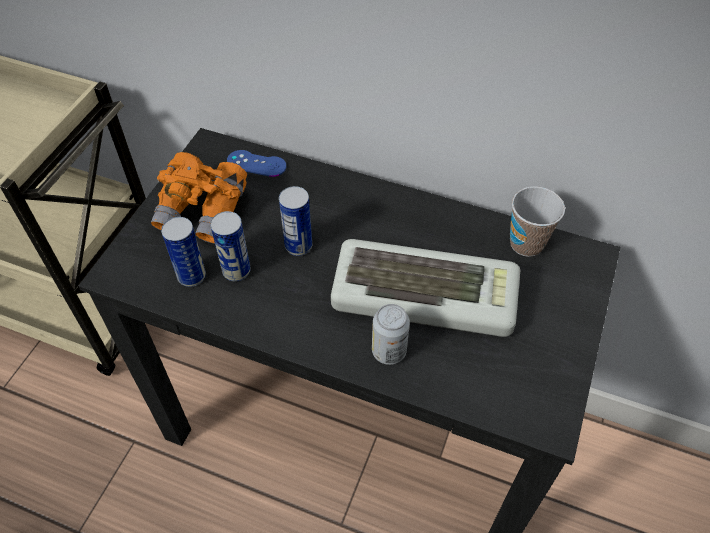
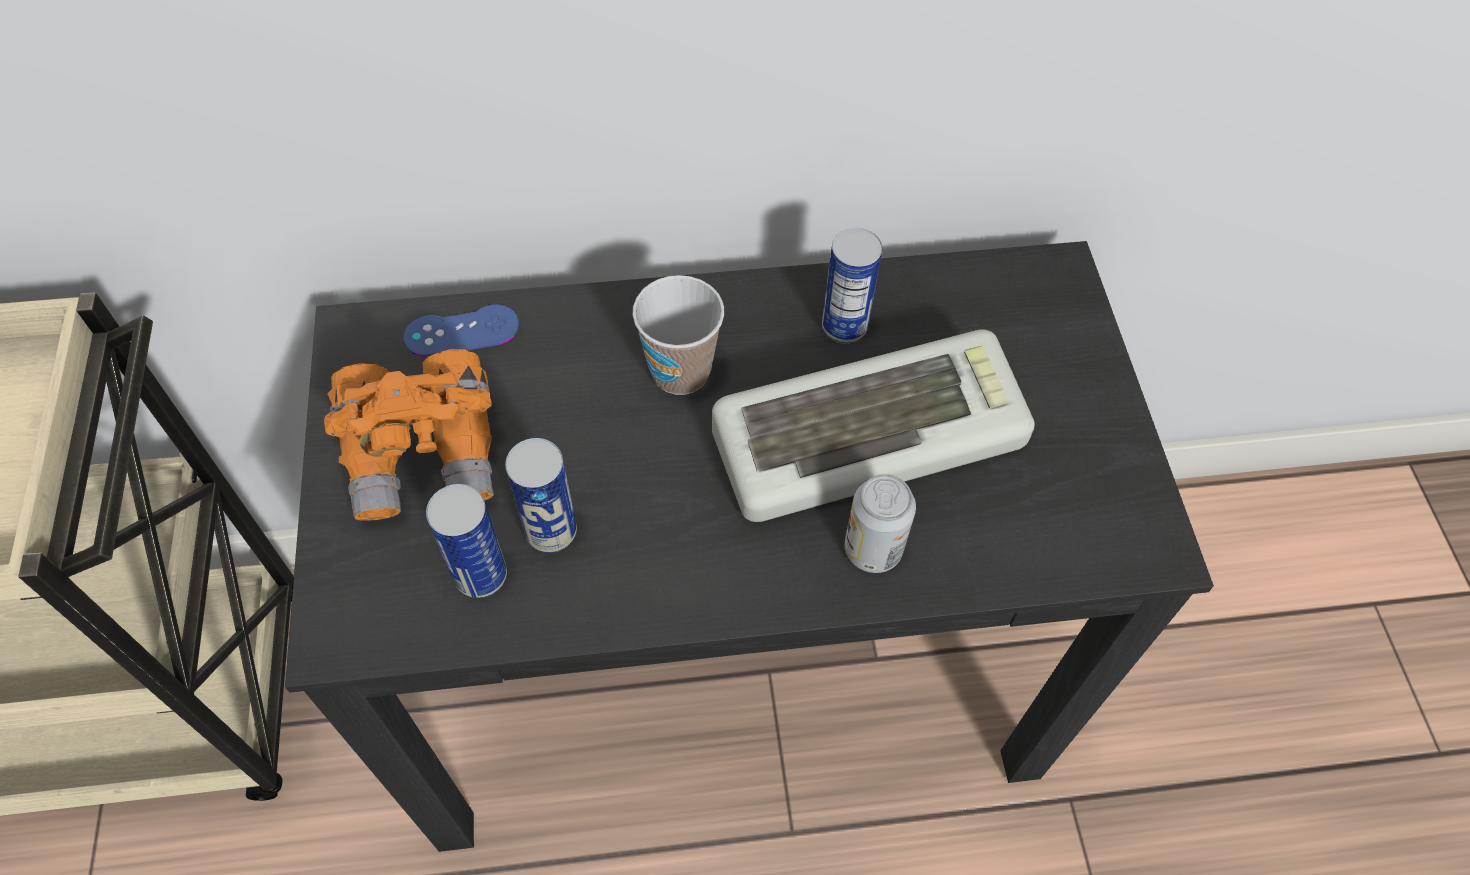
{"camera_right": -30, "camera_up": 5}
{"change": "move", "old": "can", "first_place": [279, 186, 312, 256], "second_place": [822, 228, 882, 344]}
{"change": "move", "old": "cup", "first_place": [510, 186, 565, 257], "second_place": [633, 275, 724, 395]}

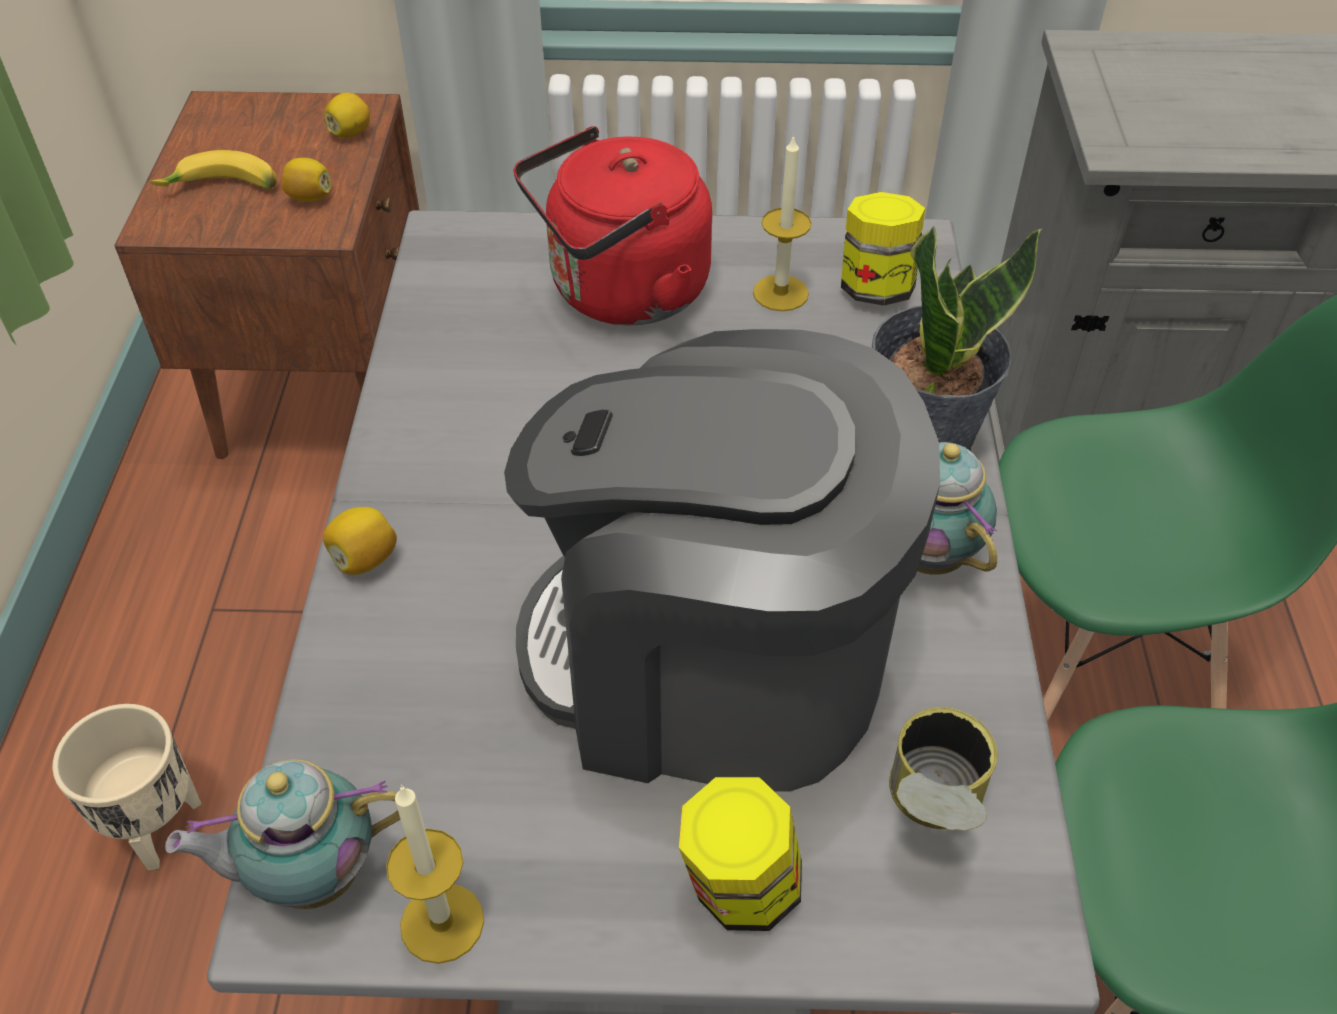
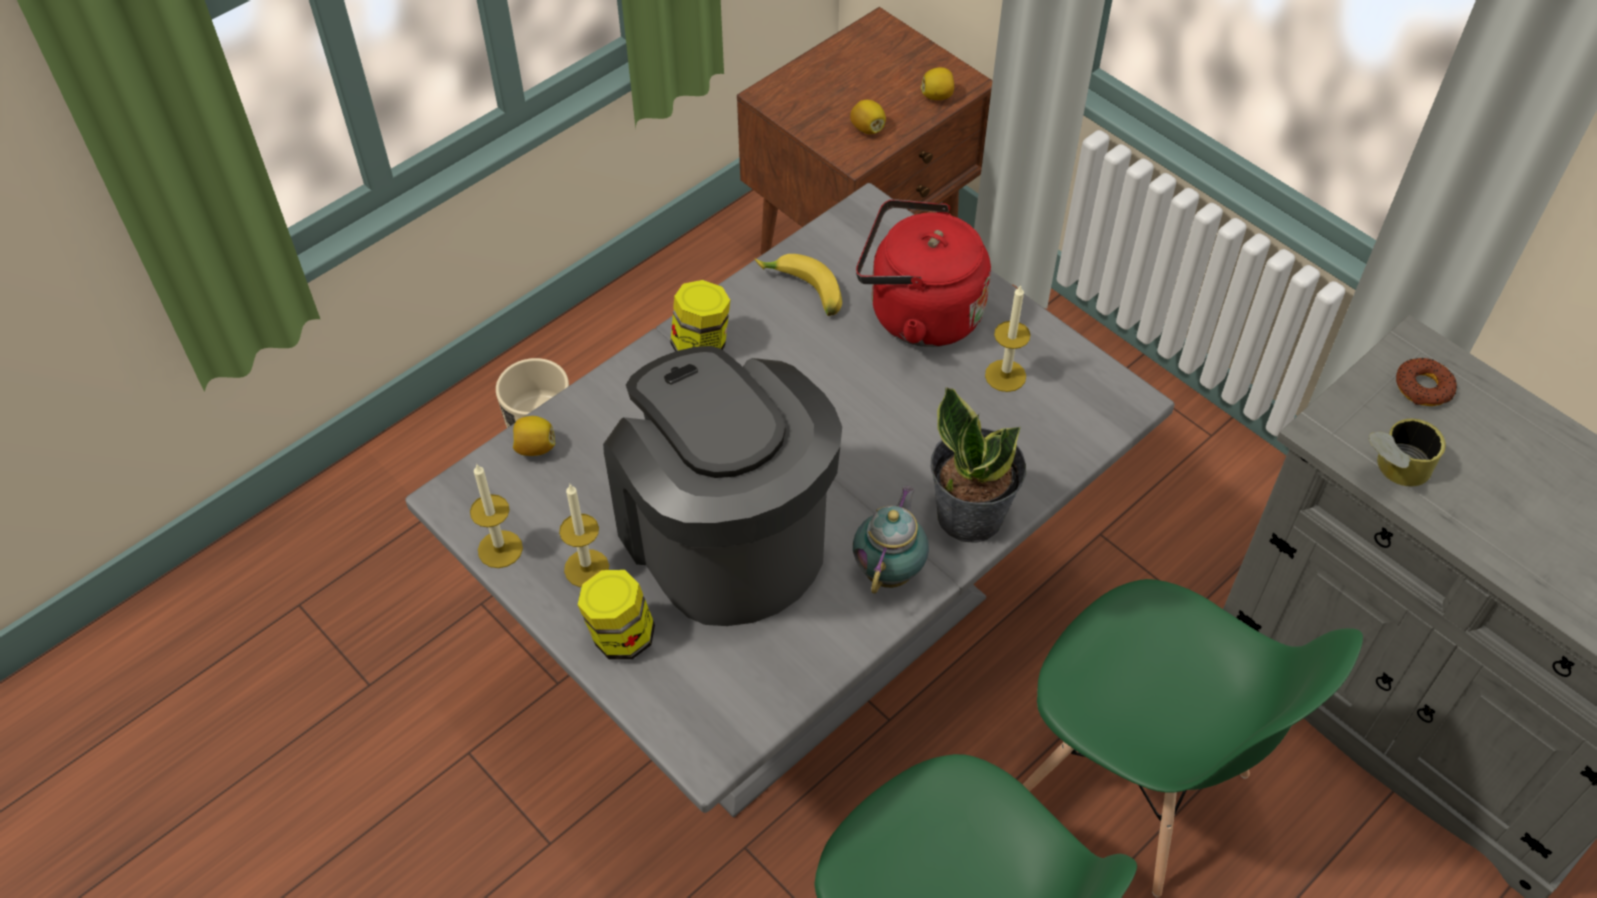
{"camera_right": 45, "camera_up": 5}
{"change": "move", "old": "banana", "first_place": [150, 150, 277, 189], "second_place": [755, 254, 842, 316]}
{"change": "move", "old": "jar", "first_place": [841, 192, 925, 306], "second_place": [670, 280, 730, 351]}
{"change": "move", "old": "lemon", "first_place": [323, 507, 397, 575], "second_place": [513, 416, 555, 456]}
{"change": "move", "old": "can", "first_place": [889, 707, 997, 830], "second_place": [1369, 419, 1446, 487]}
{"change": "delete", "old": "teapot", "first_place": [165, 759, 400, 909]}
{"change": "insert", "new": "donut", "second_place": [1396, 358, 1457, 406]}
{"change": "insert", "new": "candle", "second_place": [559, 483, 609, 587]}

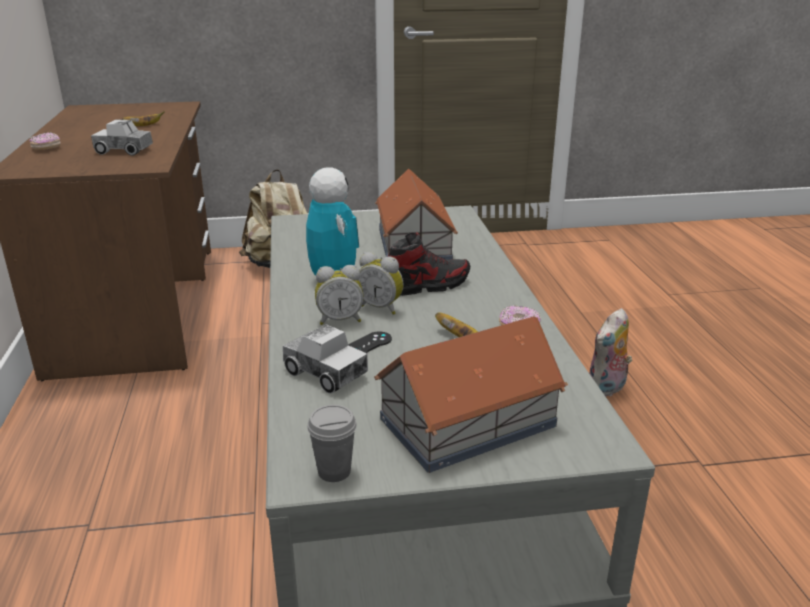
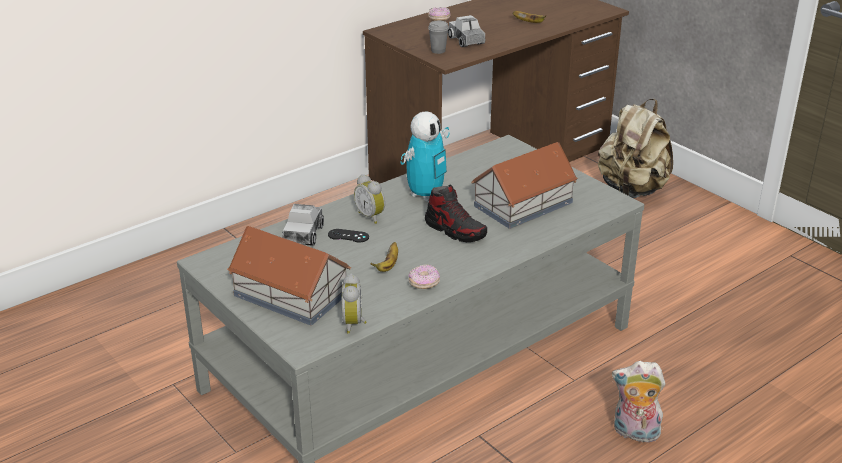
{"camera_right": 60, "camera_up": 5}
{"change": "move", "old": "alarm clock", "first_place": [359, 252, 404, 315], "second_place": [342, 274, 367, 334]}
{"change": "move", "old": "grey cup", "first_place": [307, 405, 357, 482], "second_place": [428, 21, 449, 54]}

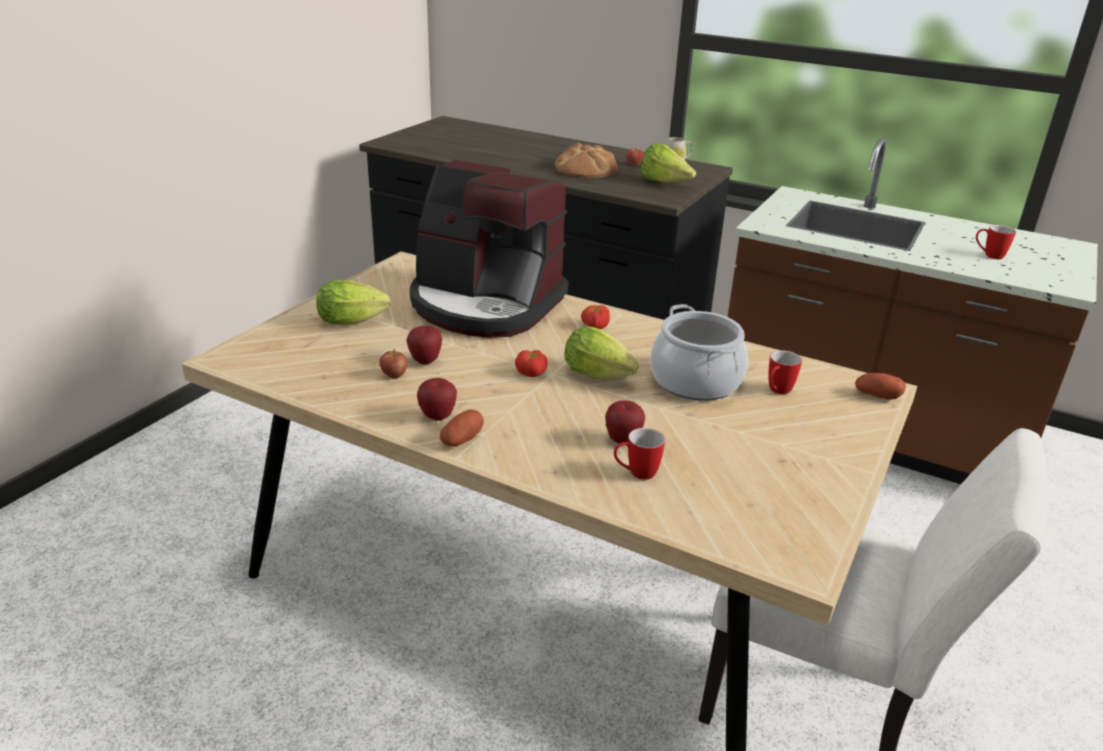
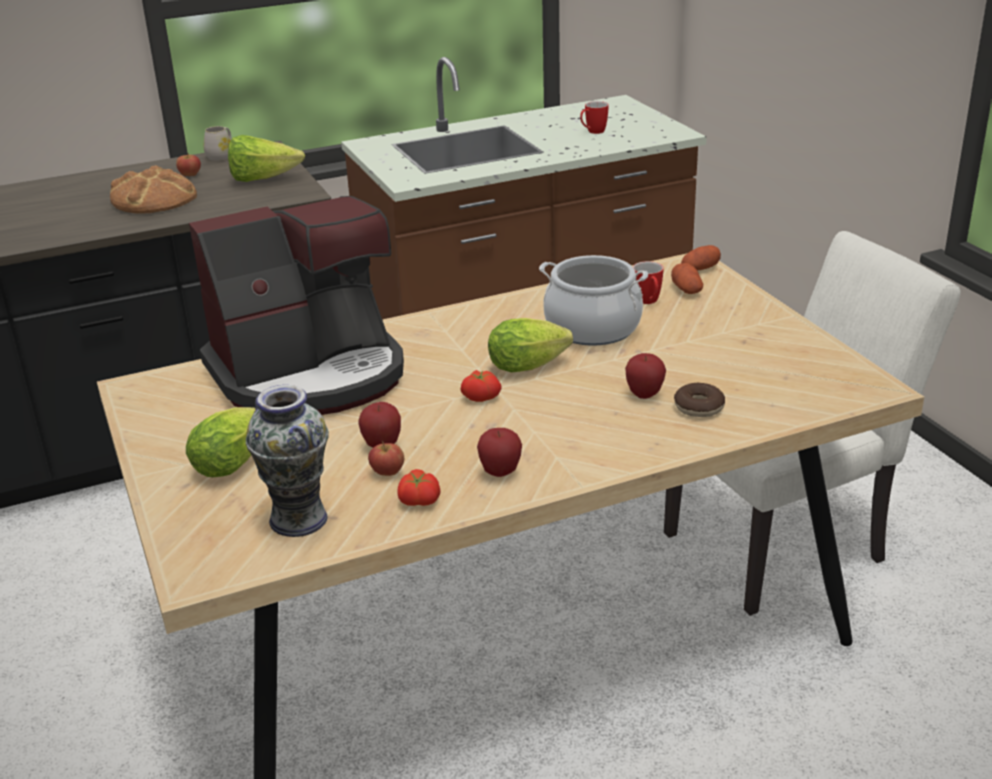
{"camera_right": -50, "camera_up": 0}
{"change": "move", "old": "tomato", "first_place": [581, 305, 610, 329], "second_place": [397, 469, 441, 506]}
{"change": "move", "old": "potato", "first_place": [440, 409, 484, 446], "second_place": [671, 263, 703, 294]}
{"change": "replace", "old": "mug", "new": "donut", "first_place": [614, 428, 665, 480], "second_place": [674, 383, 725, 417]}
{"change": "insert", "new": "vase", "second_place": [246, 385, 329, 537]}

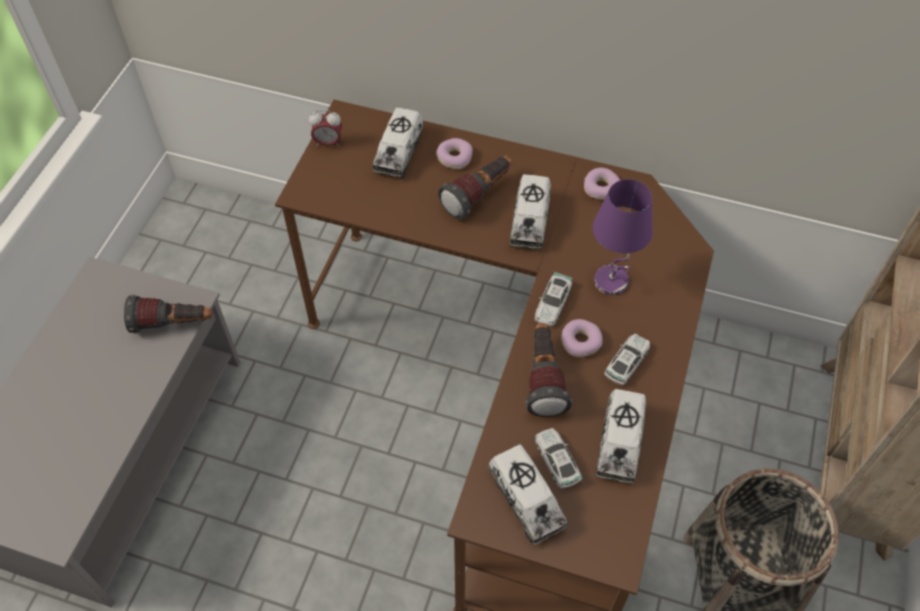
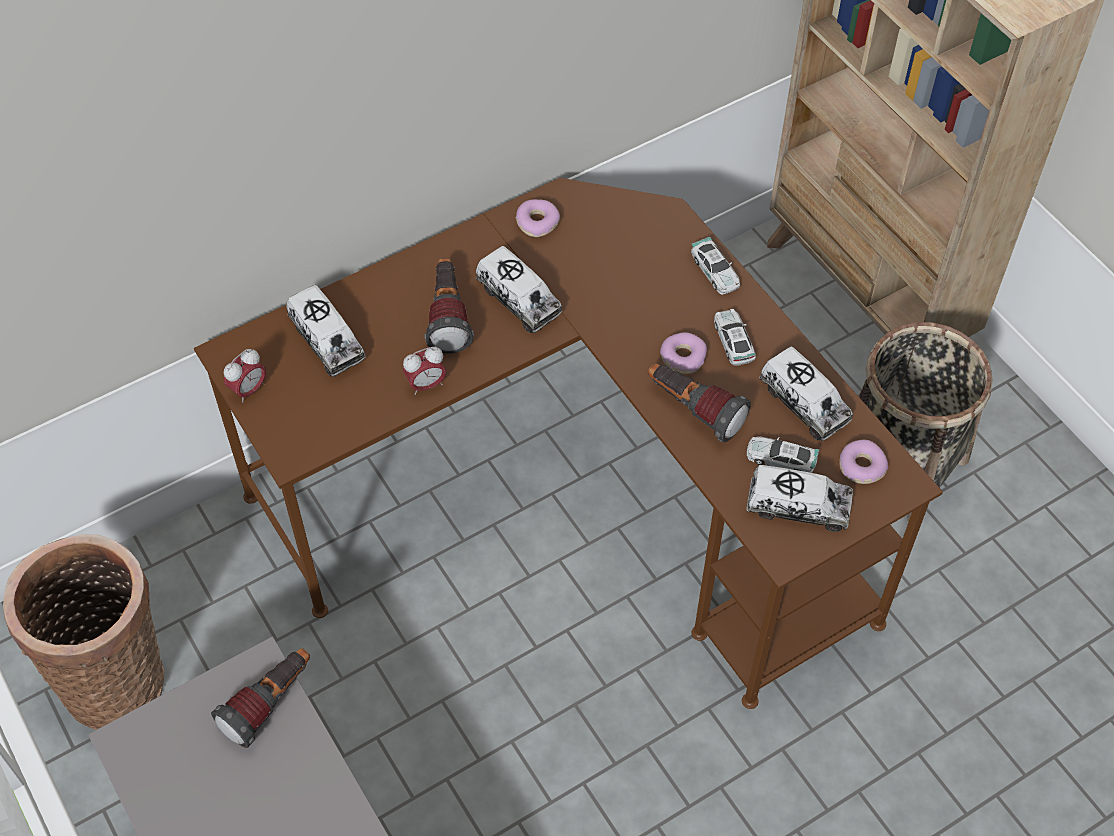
{"camera_right": -50, "camera_up": 0}
{"change": "move", "old": "donut", "first_place": [436, 138, 473, 169], "second_place": [839, 440, 888, 484]}
{"change": "delete", "old": "purple table lamp", "first_place": [593, 179, 653, 295]}
{"change": "move", "old": "toy car", "first_place": [535, 272, 572, 327], "second_place": [691, 237, 740, 295]}
{"change": "insert", "new": "alarm clock", "second_place": [403, 347, 446, 395]}
{"change": "insert", "new": "basket", "second_place": [3, 534, 164, 730]}

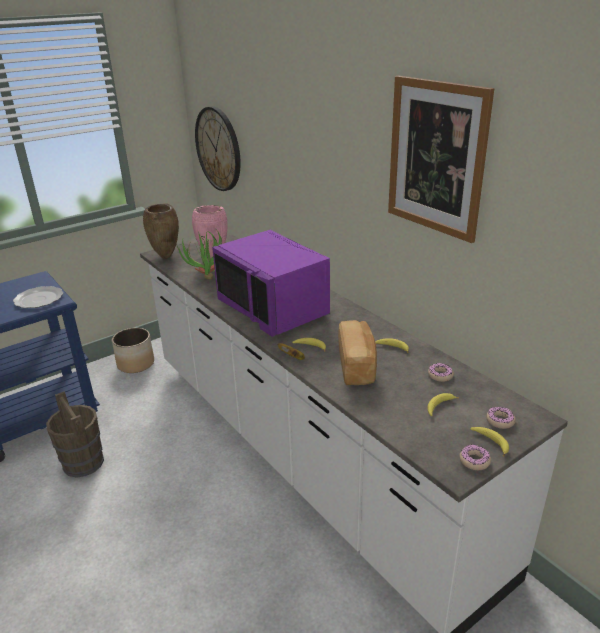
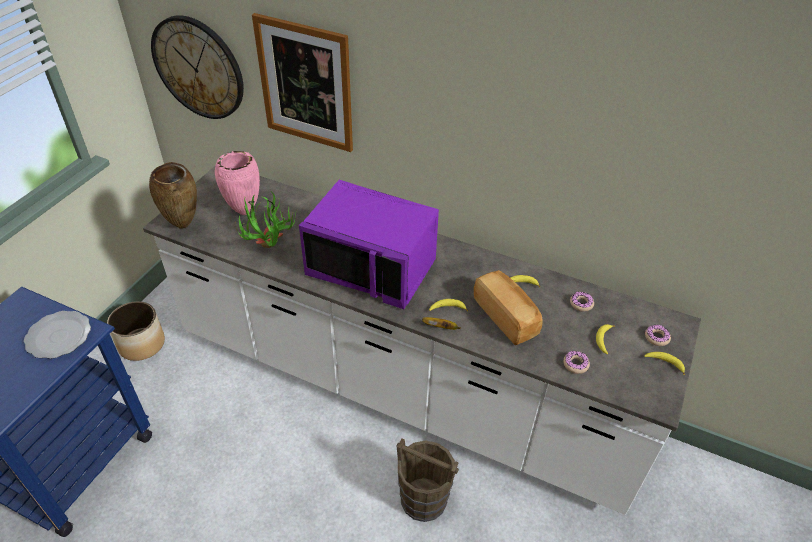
{"camera_right": -30, "camera_up": 15}
{"change": "move", "old": "picture", "first_place": [388, 76, 494, 243], "second_place": [252, 13, 353, 152]}
{"change": "move", "old": "brown bucket", "first_place": [46, 391, 104, 478], "second_place": [396, 438, 459, 522]}
{"change": "move", "old": "donut", "first_place": [459, 445, 491, 470], "second_place": [563, 351, 590, 374]}

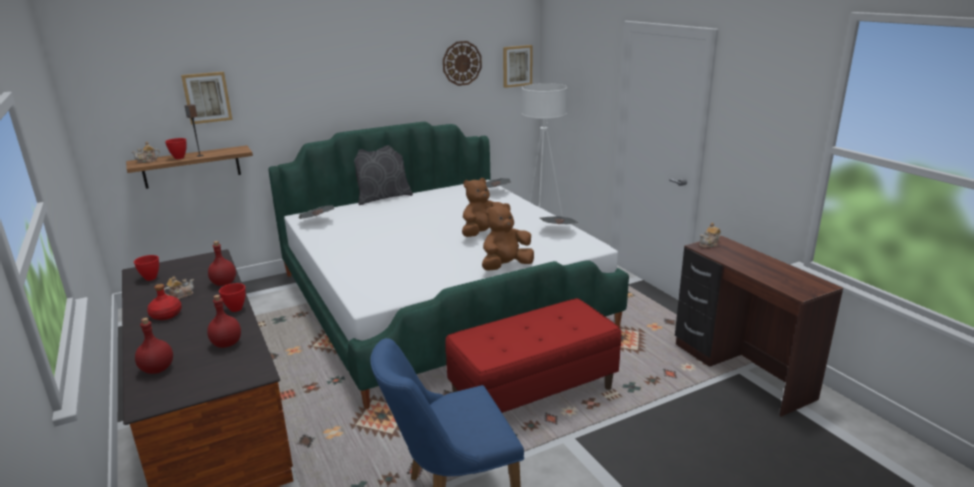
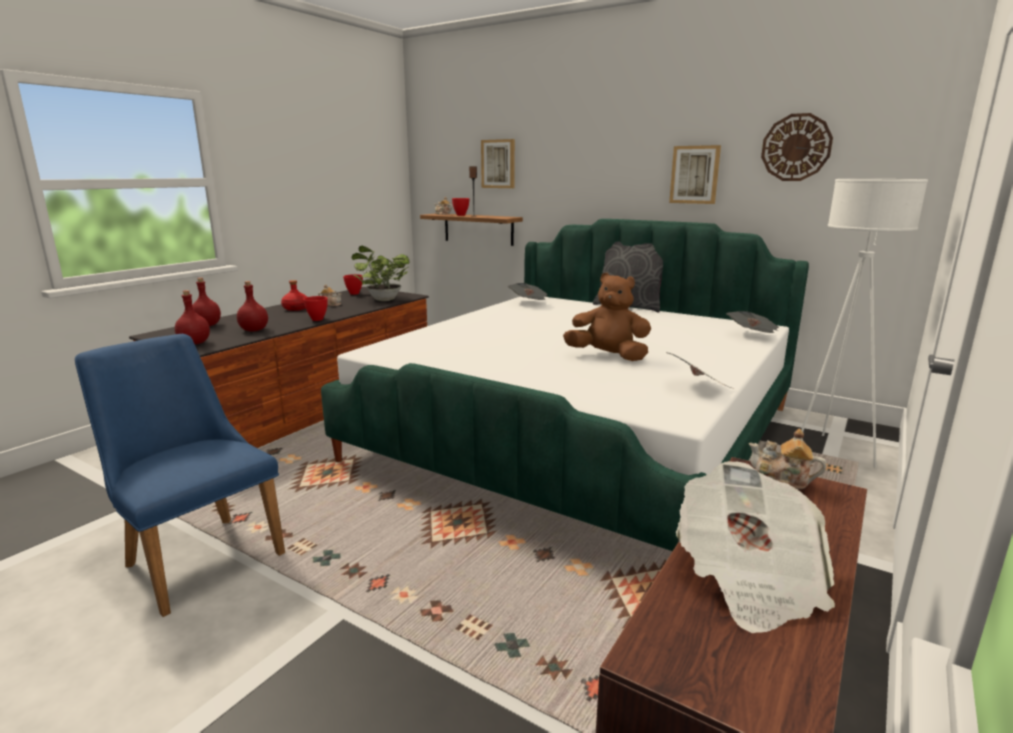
{"camera_right": 60, "camera_up": -5}
{"change": "move", "old": "picture", "first_place": [503, 45, 533, 88], "second_place": [669, 145, 721, 204]}
{"change": "delete", "old": "brown plush toy", "first_place": [482, 203, 534, 271]}
{"change": "move", "old": "red bottle", "first_place": [208, 241, 236, 286], "second_place": [175, 290, 210, 345]}
{"change": "delete", "old": "red bench", "first_place": [445, 298, 621, 413]}
{"change": "insert", "new": "potted plant", "second_place": [352, 245, 410, 301]}
{"change": "insert", "new": "newspaper", "second_place": [676, 461, 835, 633]}

